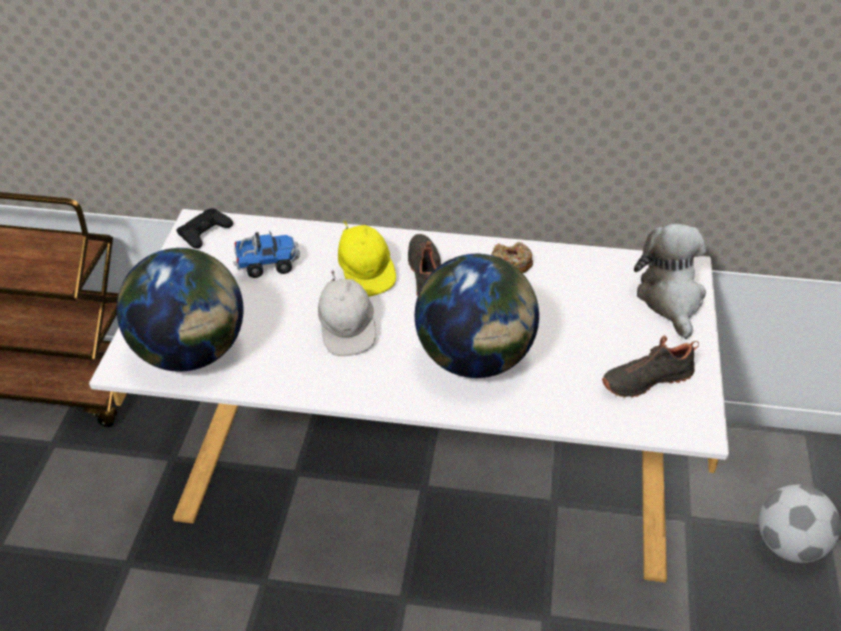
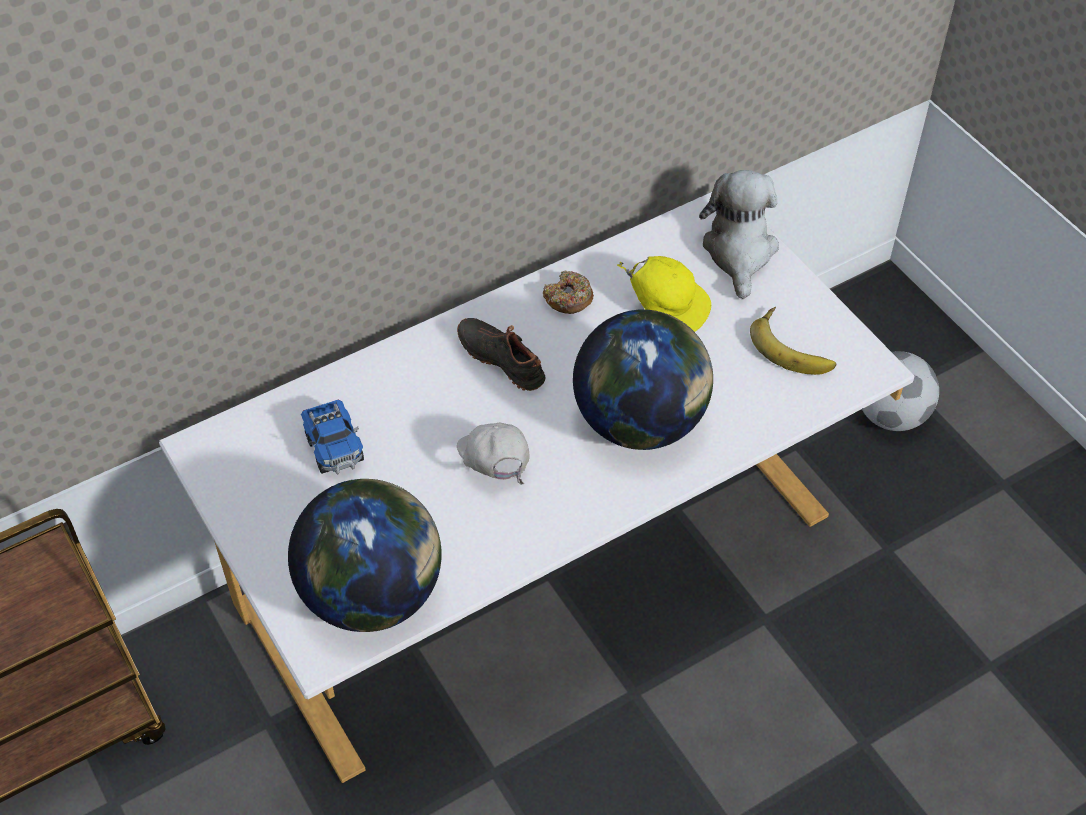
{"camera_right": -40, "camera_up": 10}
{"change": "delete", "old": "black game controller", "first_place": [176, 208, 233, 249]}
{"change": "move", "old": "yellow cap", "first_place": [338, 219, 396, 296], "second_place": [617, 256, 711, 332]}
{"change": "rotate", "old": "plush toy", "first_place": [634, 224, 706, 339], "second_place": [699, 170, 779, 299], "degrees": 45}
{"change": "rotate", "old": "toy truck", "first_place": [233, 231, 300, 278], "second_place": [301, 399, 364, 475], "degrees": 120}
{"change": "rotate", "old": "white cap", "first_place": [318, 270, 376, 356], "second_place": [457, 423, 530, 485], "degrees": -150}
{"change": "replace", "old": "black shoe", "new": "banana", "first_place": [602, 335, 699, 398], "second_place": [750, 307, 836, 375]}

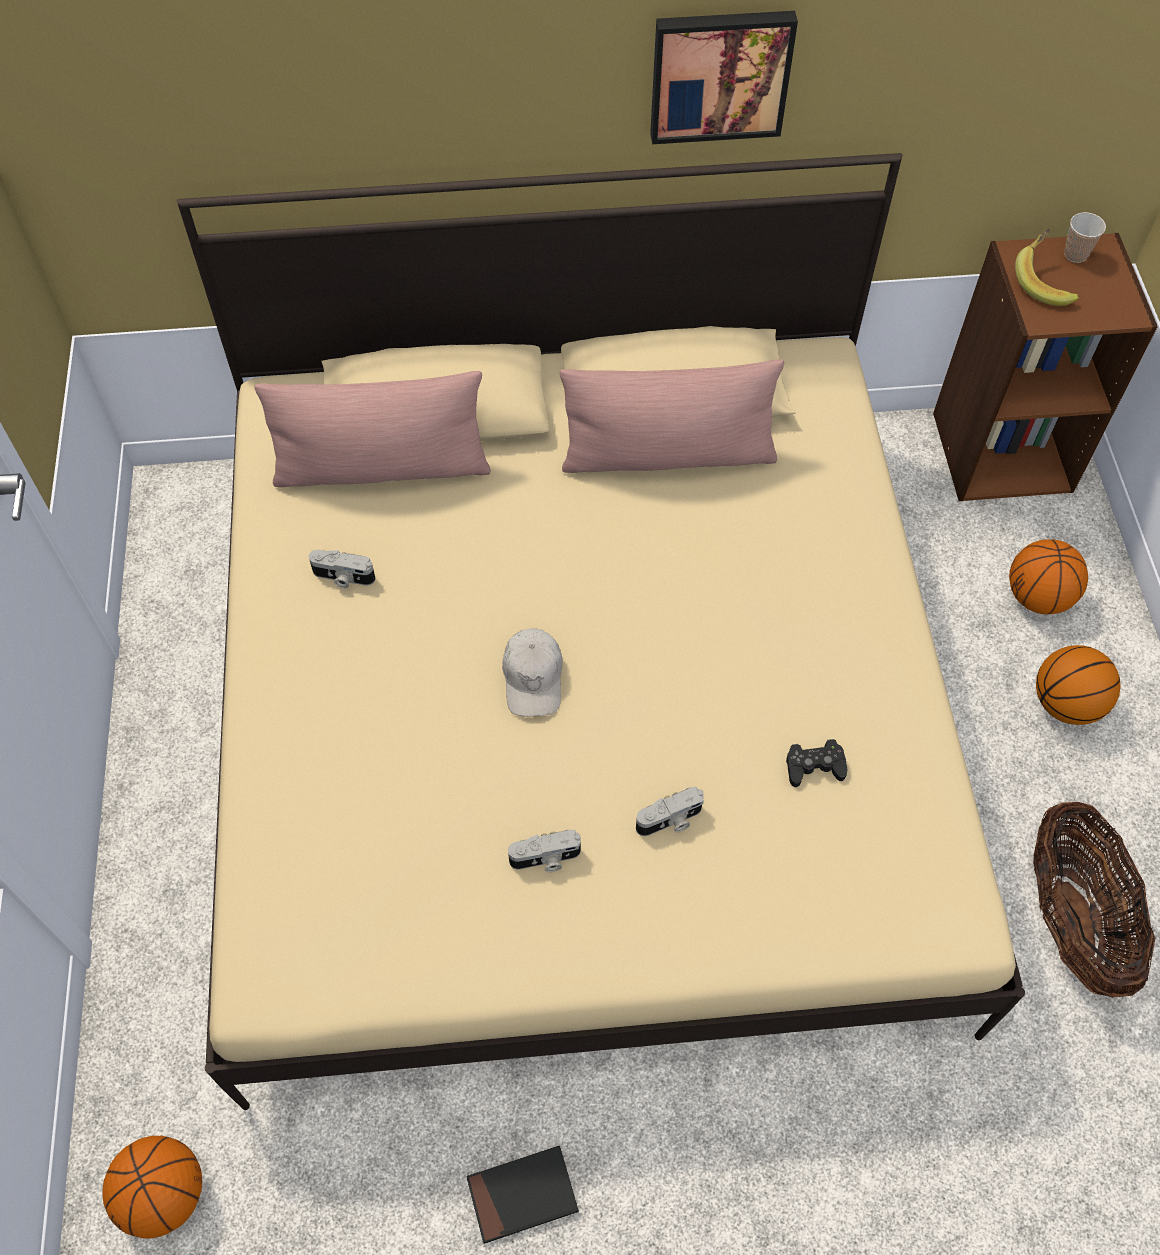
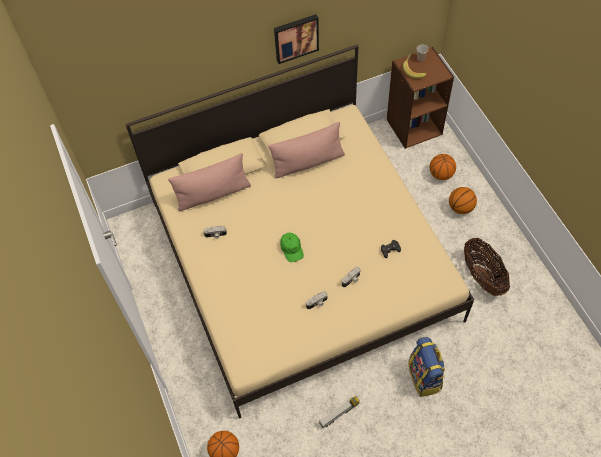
{"camera_right": -15, "camera_up": 0}
{"change": "recolor", "old": "white cap", "new": "green cap", "first_place": [502, 628, 563, 717], "second_place": [280, 233, 304, 262]}
{"change": "replace", "old": "black book", "new": "toy truck", "first_place": [467, 1146, 579, 1244], "second_place": [319, 396, 360, 428]}
{"change": "insert", "new": "backpack", "second_place": [408, 337, 445, 397]}

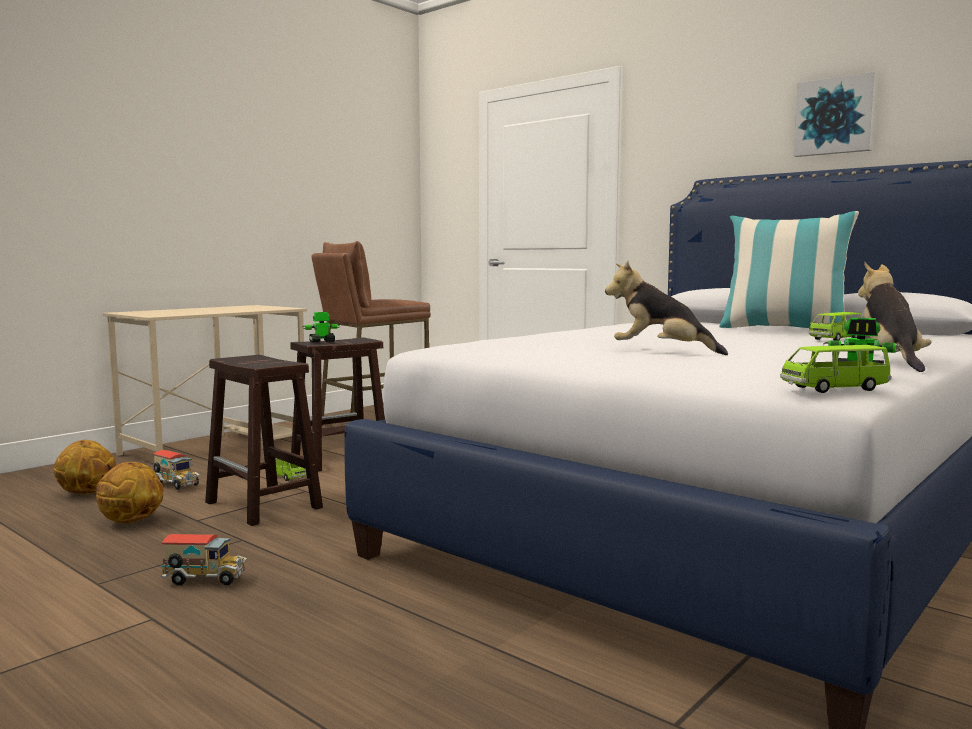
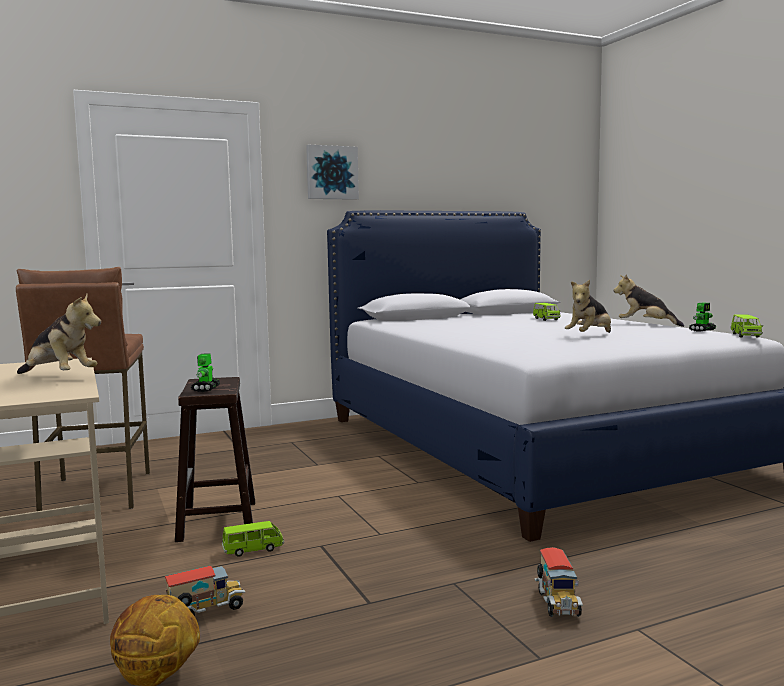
{"camera_right": -65, "camera_up": 0}
{"change": "move", "old": "picture", "first_place": [794, 72, 877, 157], "second_place": [306, 145, 359, 200]}
{"change": "delete", "old": "pillow", "first_place": [719, 211, 859, 328]}
{"change": "delete", "old": "brown stool", "first_place": [205, 355, 323, 526]}
{"change": "delete", "old": "basketball", "first_place": [96, 462, 164, 523]}
{"change": "rotate", "old": "toy truck", "first_place": [162, 534, 247, 585], "second_place": [535, 547, 583, 617], "degrees": 150}
{"change": "insert", "new": "plush toy", "second_place": [17, 294, 101, 374]}

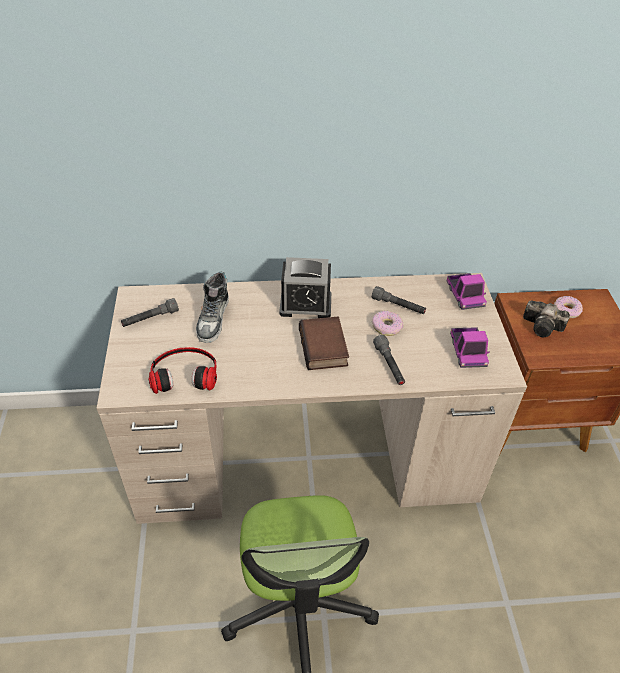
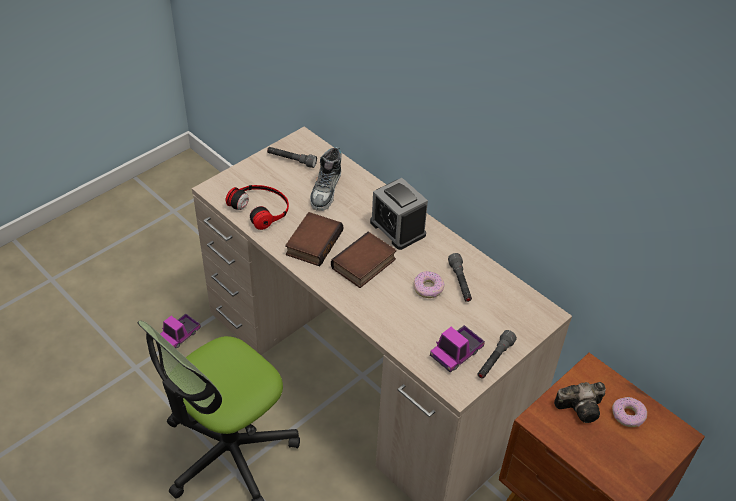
{"camera_right": 50, "camera_up": 0}
{"change": "rotate", "old": "shoe", "first_place": [196, 271, 229, 343], "second_place": [310, 147, 342, 211], "degrees": -45}
{"change": "move", "old": "toy truck", "first_place": [447, 273, 487, 310], "second_place": [160, 314, 201, 348]}
{"change": "rotate", "old": "photo camera", "first_place": [523, 301, 570, 337], "second_place": [554, 382, 606, 423], "degrees": -90}
{"change": "move", "old": "grey flashlight", "first_place": [373, 335, 405, 385], "second_place": [477, 330, 517, 379]}
{"change": "insert", "new": "book", "second_place": [285, 212, 343, 266]}

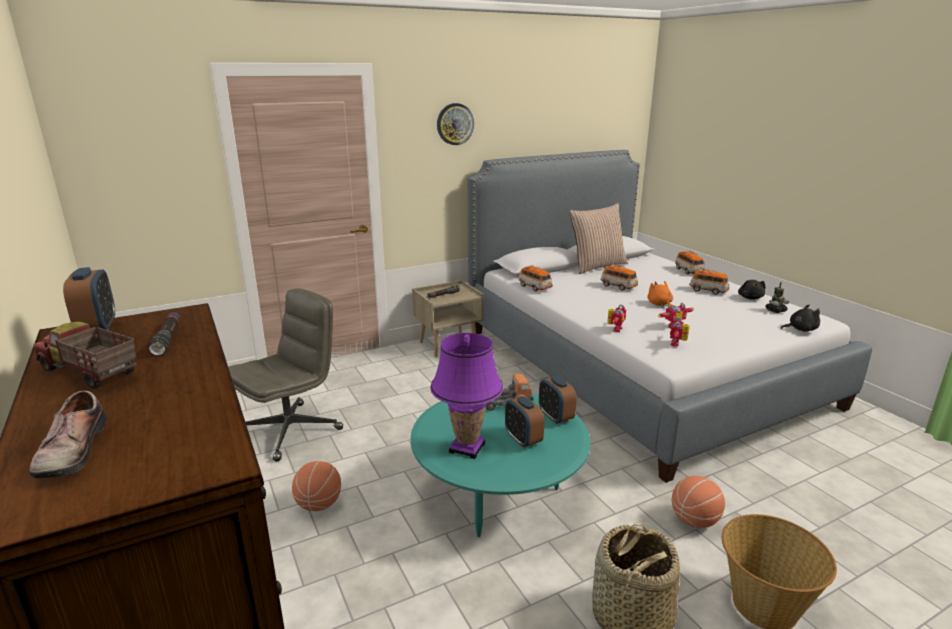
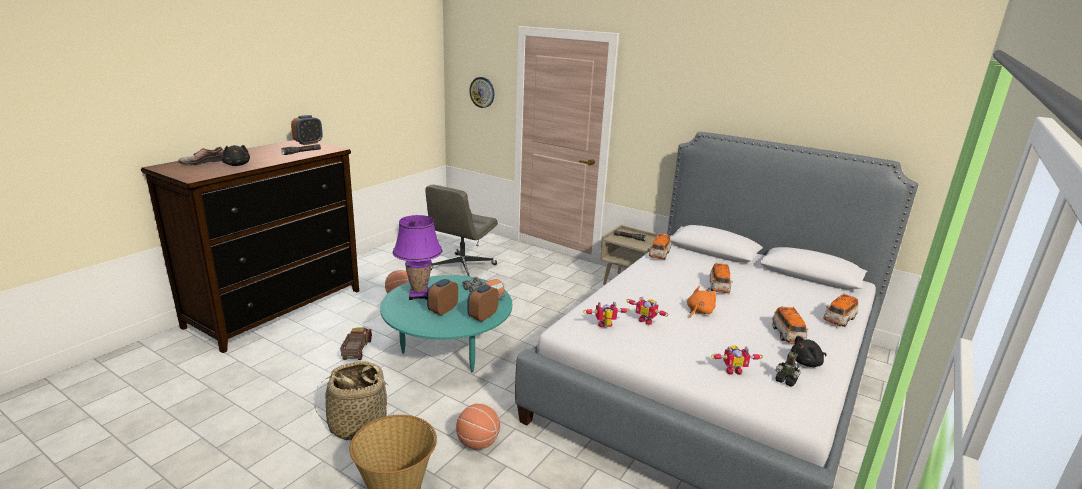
{"camera_right": 60, "camera_up": 0}
{"change": "move", "old": "wall clock", "first_place": [437, 103, 474, 145], "second_place": [469, 77, 495, 108]}
{"change": "delete", "old": "pillow", "first_place": [569, 203, 628, 274]}
{"change": "rotate", "old": "grey office chair", "first_place": [228, 288, 343, 462], "second_place": [425, 184, 498, 276], "degrees": 105}
{"change": "move", "old": "black plush toy", "first_place": [781, 304, 820, 332], "second_place": [222, 145, 250, 166]}
{"change": "move", "old": "toy robot", "first_place": [607, 305, 626, 332], "second_place": [711, 345, 763, 375]}
{"change": "move", "old": "toy truck", "first_place": [33, 322, 137, 389], "second_place": [340, 327, 372, 360]}

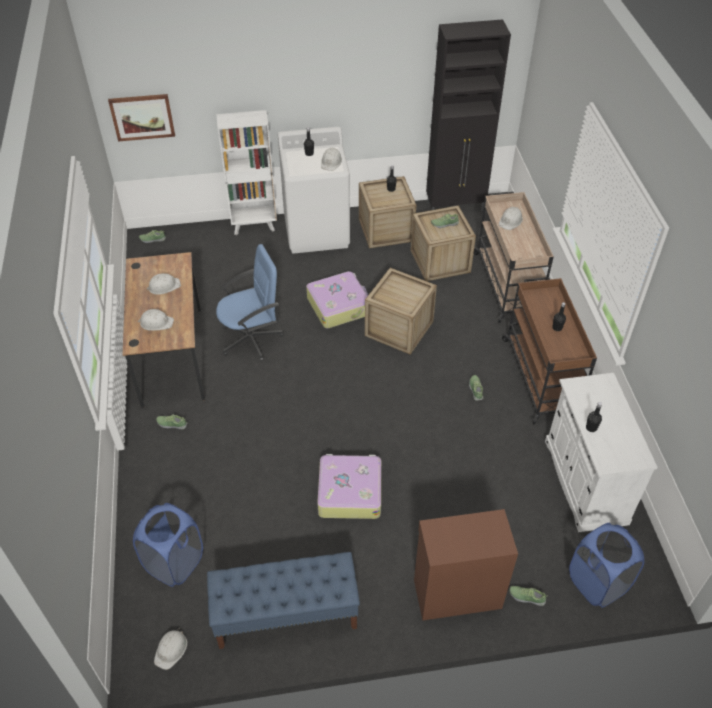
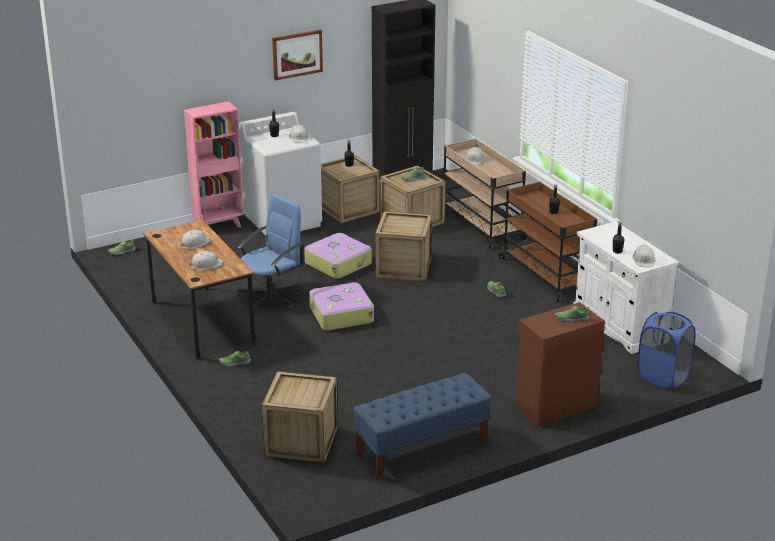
{"camera_right": -20, "camera_up": -20}
{"change": "move", "old": "picture", "first_place": [108, 94, 175, 142], "second_place": [272, 30, 323, 81]}
{"change": "recolor", "old": "white bookcase", "new": "pink bookcase", "first_place": [216, 110, 277, 235], "second_place": [184, 101, 244, 228]}
{"change": "move", "old": "suitcase", "first_place": [317, 454, 381, 519], "second_place": [309, 282, 374, 331]}
{"change": "replace", "old": "blue laundry basket", "new": "crate", "first_place": [133, 503, 203, 587], "second_place": [262, 371, 338, 463]}
{"change": "move", "old": "shoe", "first_place": [509, 586, 547, 606], "second_place": [555, 306, 590, 322]}
{"change": "move", "old": "white hard hat", "first_place": [154, 628, 187, 670], "second_place": [632, 244, 655, 267]}

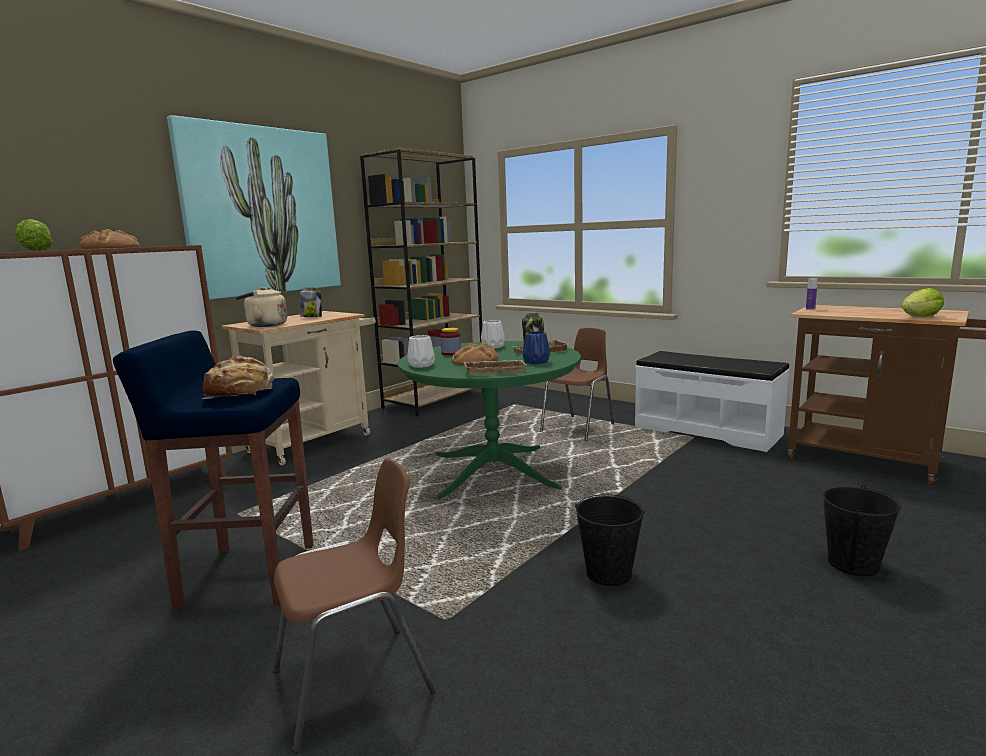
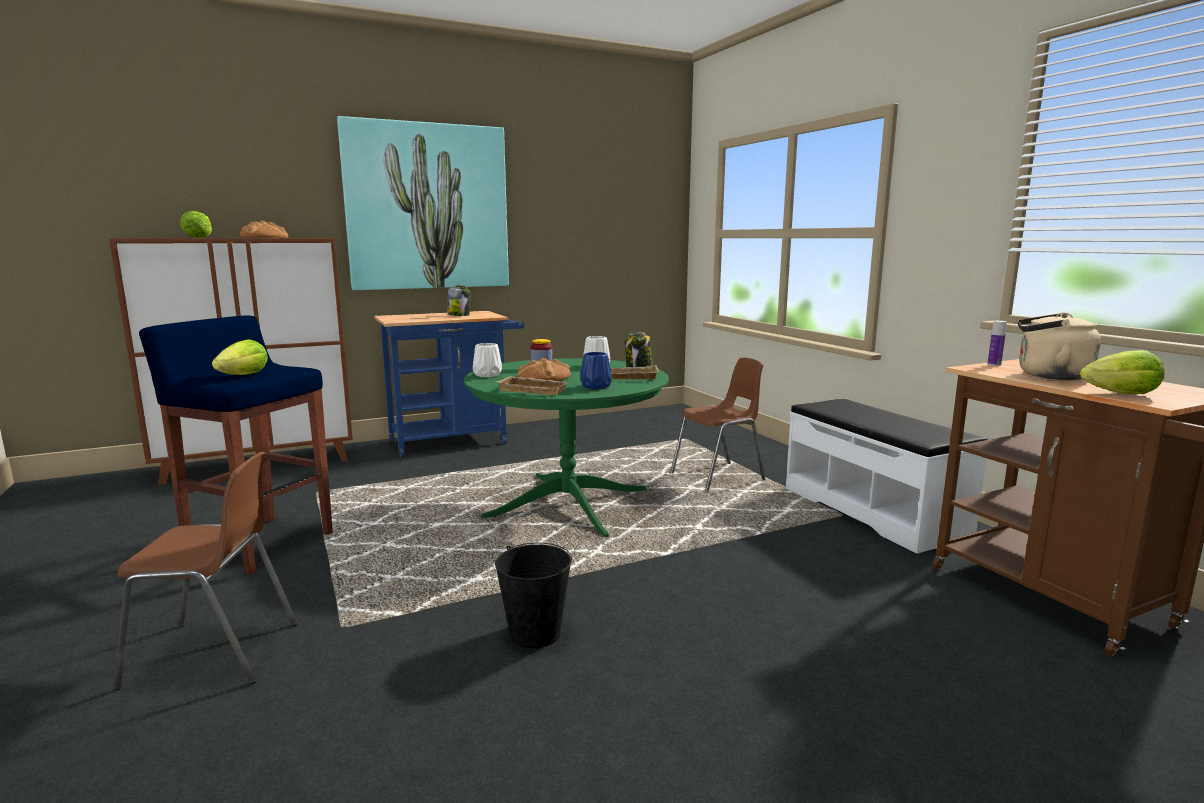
{"camera_right": 25, "camera_up": 0}
{"change": "delete", "old": "brown bookcase", "first_place": [360, 148, 483, 416]}
{"change": "move", "old": "beige kettle", "first_place": [235, 287, 287, 327], "second_place": [1018, 312, 1101, 380]}
{"change": "recolor", "old": "beige cart", "new": "blue cart", "first_place": [222, 311, 376, 465], "second_place": [374, 311, 524, 458]}
{"change": "replace", "old": "bread", "new": "lettuce", "first_place": [201, 356, 274, 399], "second_place": [212, 339, 268, 375]}
{"change": "delete", "old": "black bucket", "first_place": [823, 485, 901, 576]}

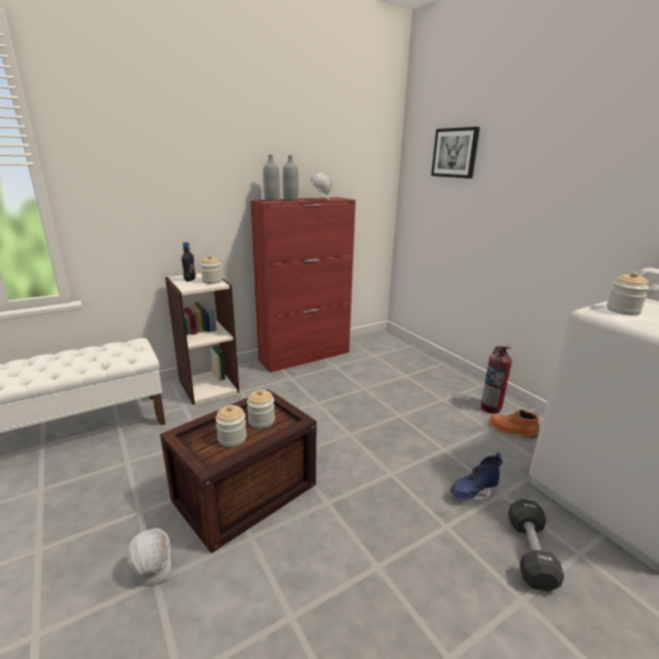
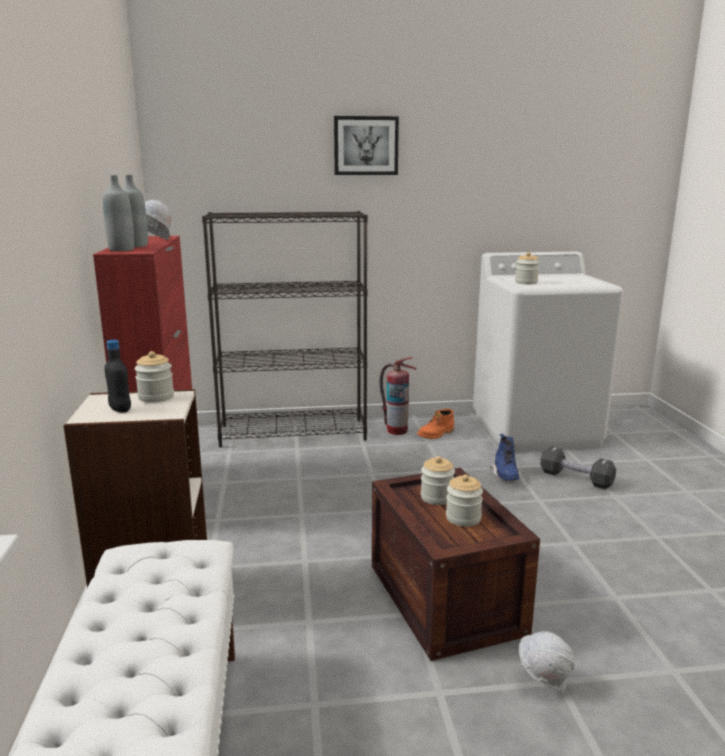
{"camera_right": -65, "camera_up": -5}
{"change": "move", "old": "picture", "first_place": [431, 127, 480, 178], "second_place": [334, 116, 399, 175]}
{"change": "insert", "new": "black bookcase", "second_place": [202, 211, 368, 448]}

